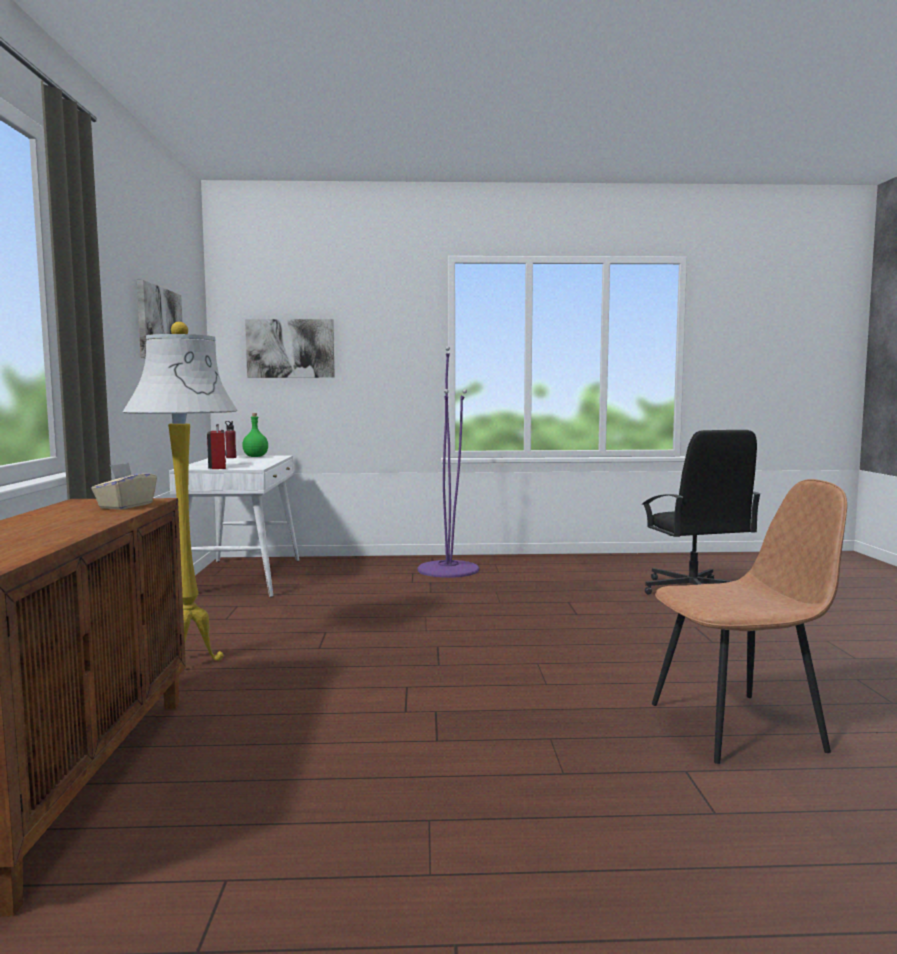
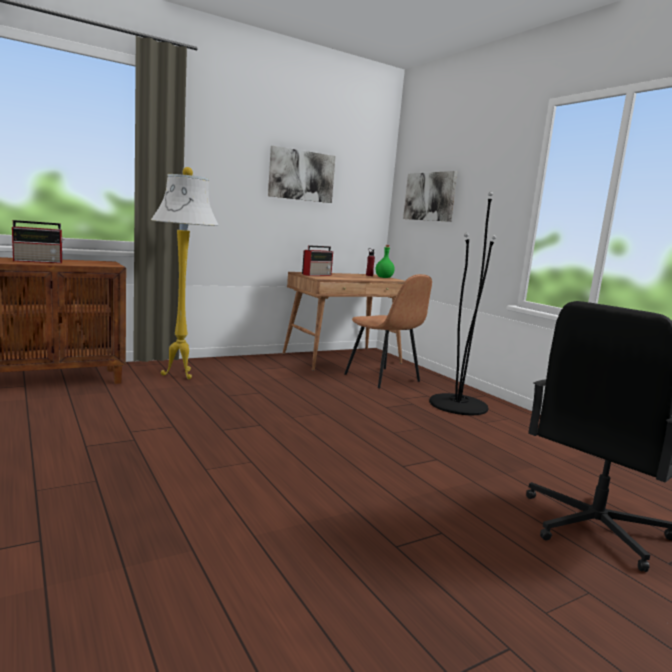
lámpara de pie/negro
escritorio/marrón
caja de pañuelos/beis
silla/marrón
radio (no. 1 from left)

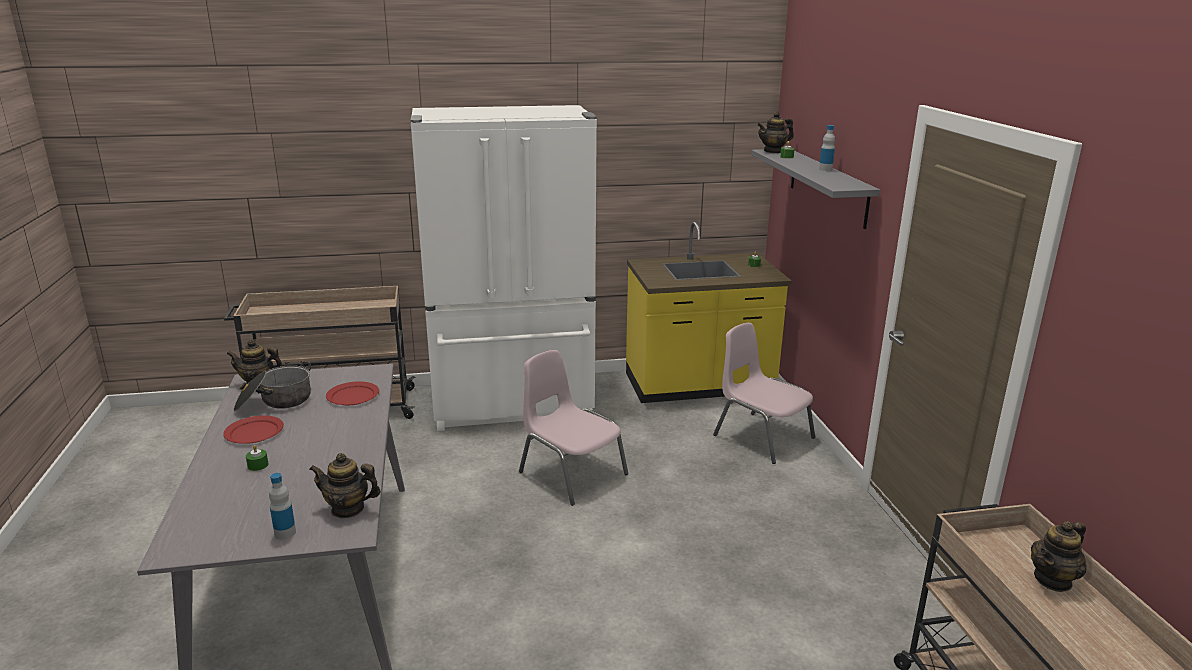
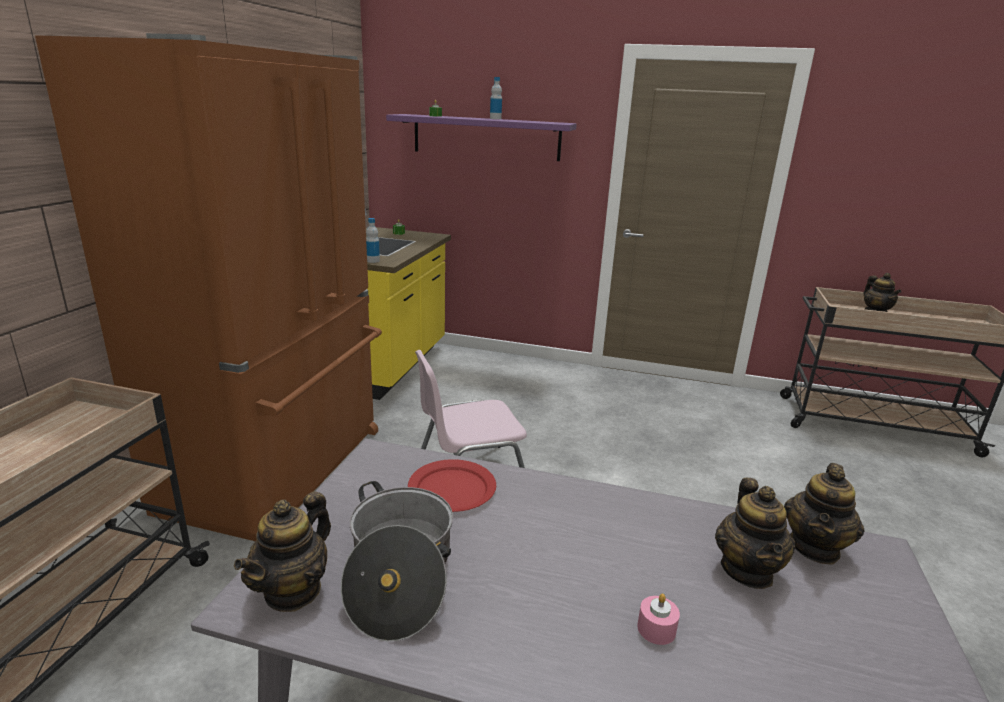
nevera/marrón
tetera (no. 2 from left)
estante/morado
silla/rosa (no. 2 from left in the first image)
plato/rojo (no. 1 from left in the first image)
vela/rosa
botella (no. 1 from left)

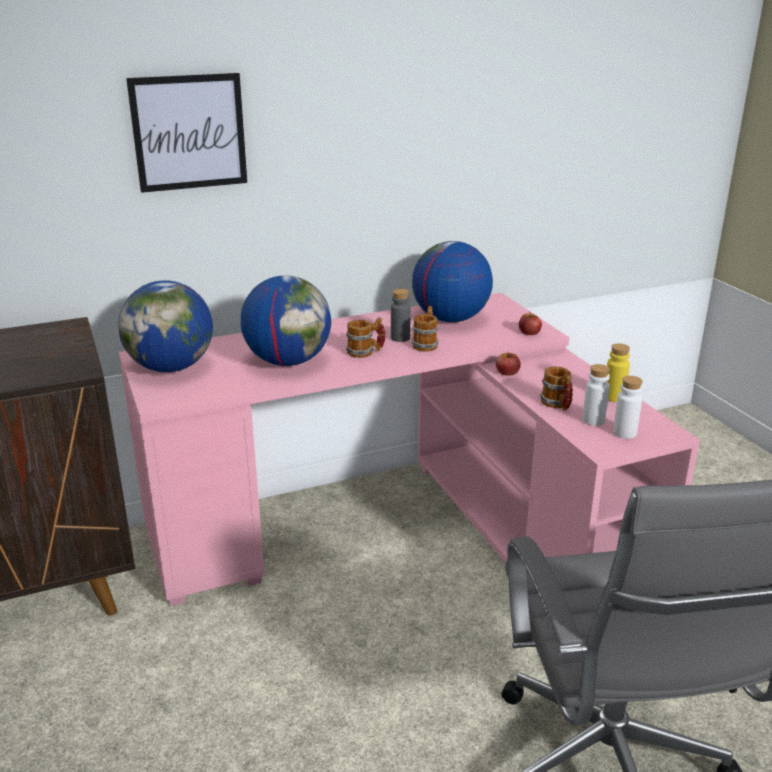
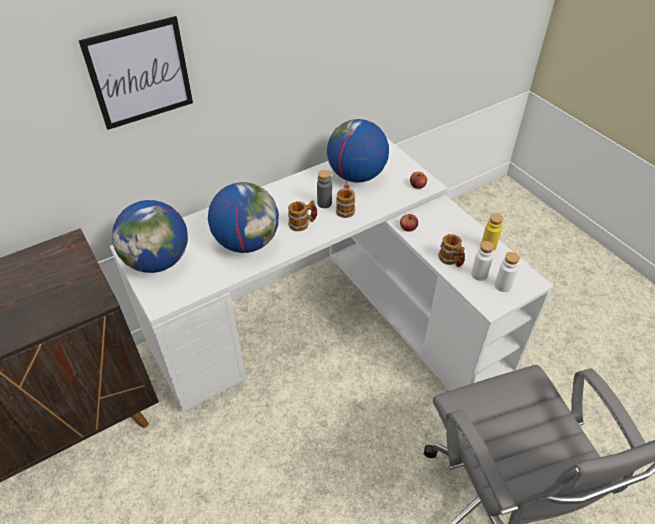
escritorio/blanco

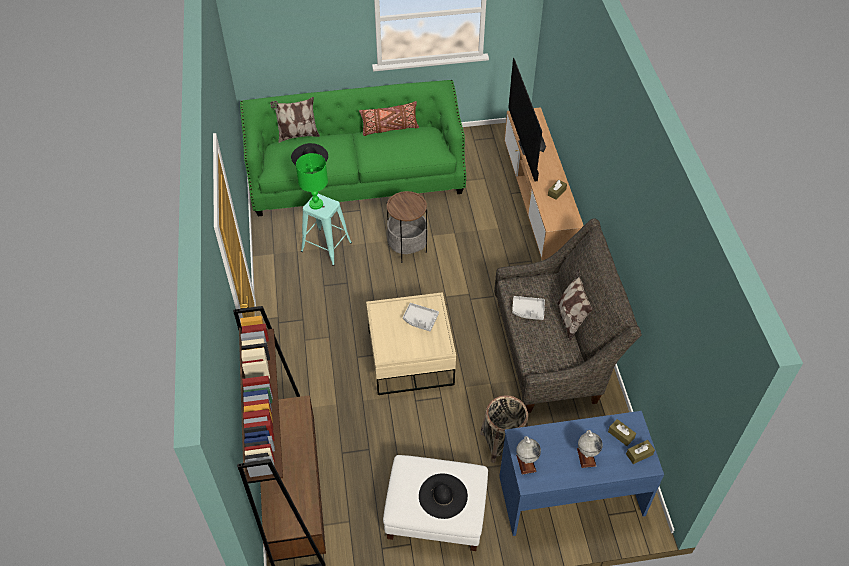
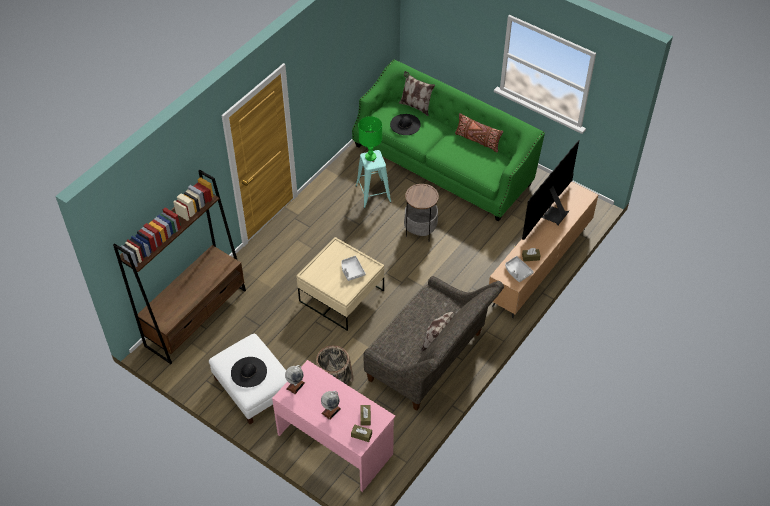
bandeja/gris (no. 2 from left)
escritorio/rosa

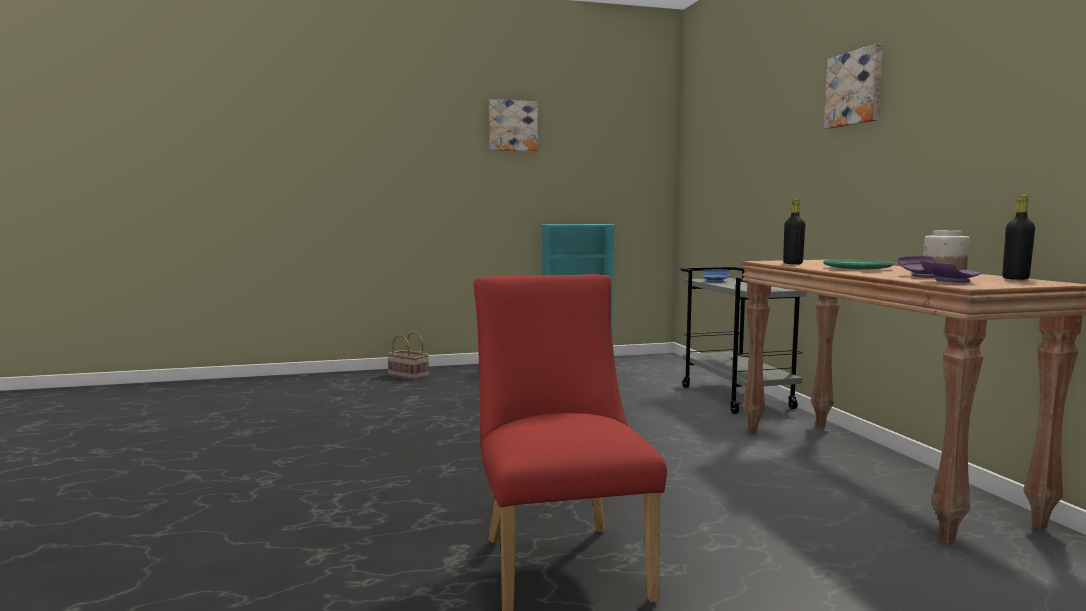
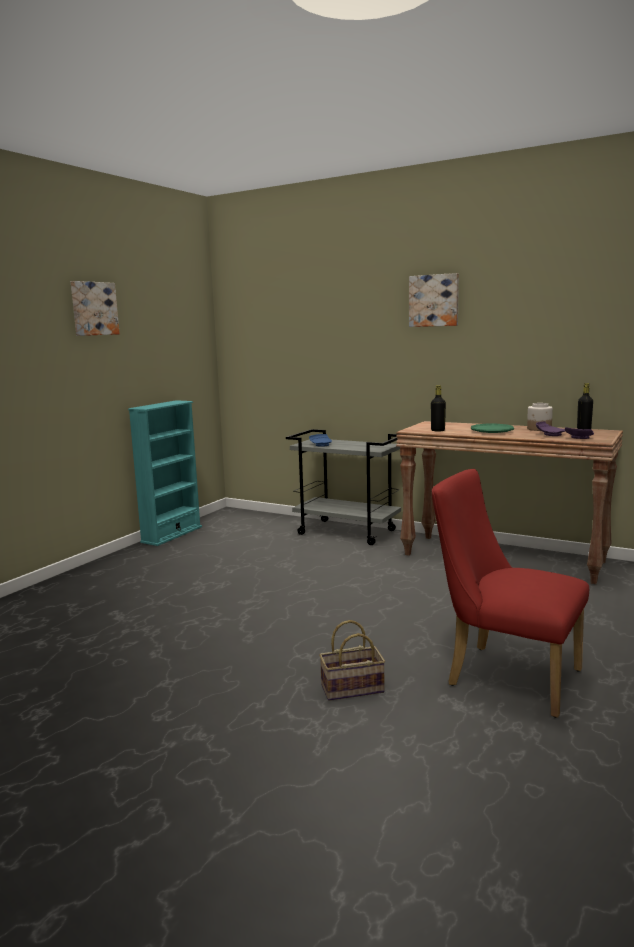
cesta

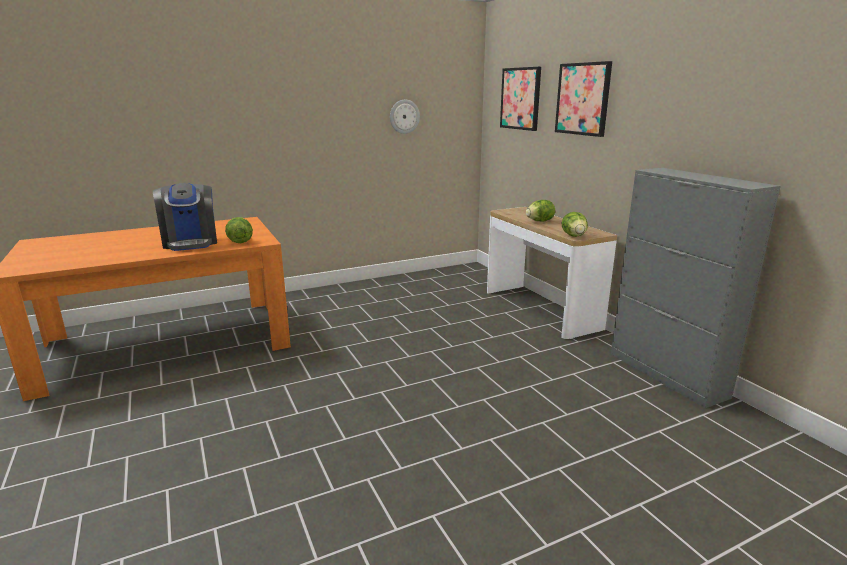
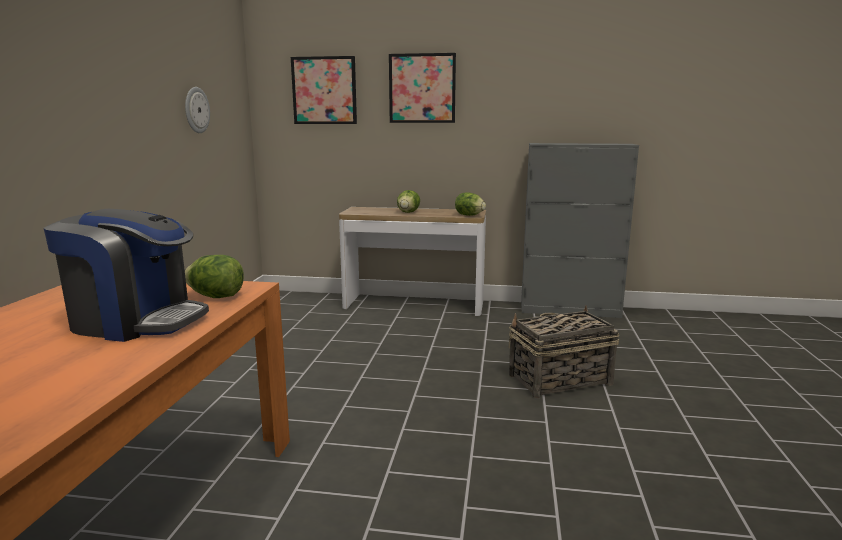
cesta

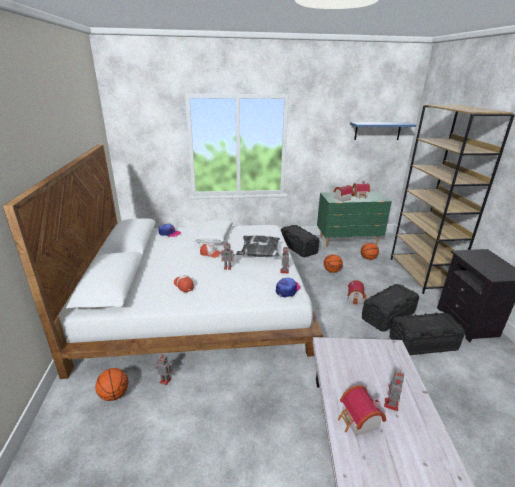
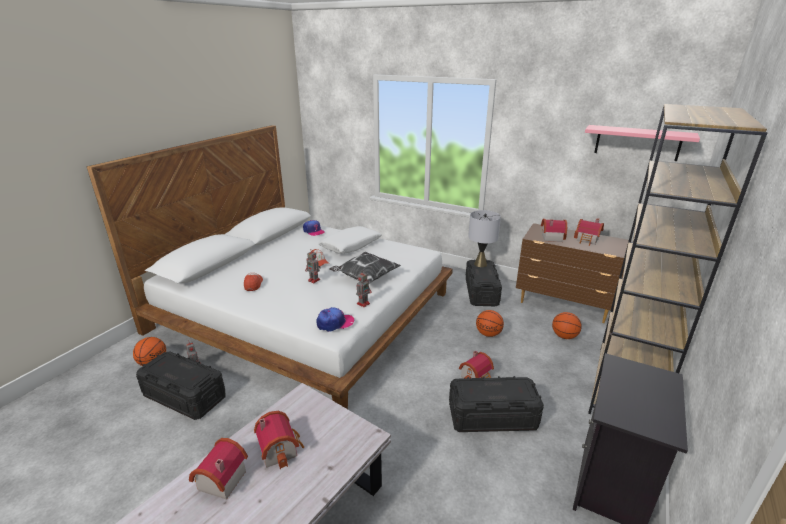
estante/rosa
cómoda/marrón
caja de almacenaje/negro (no. 1 from left)
robot de juguete (no. 4 from left in the first image)
lámpara de mesa/gris
casita (no. 2 from left)

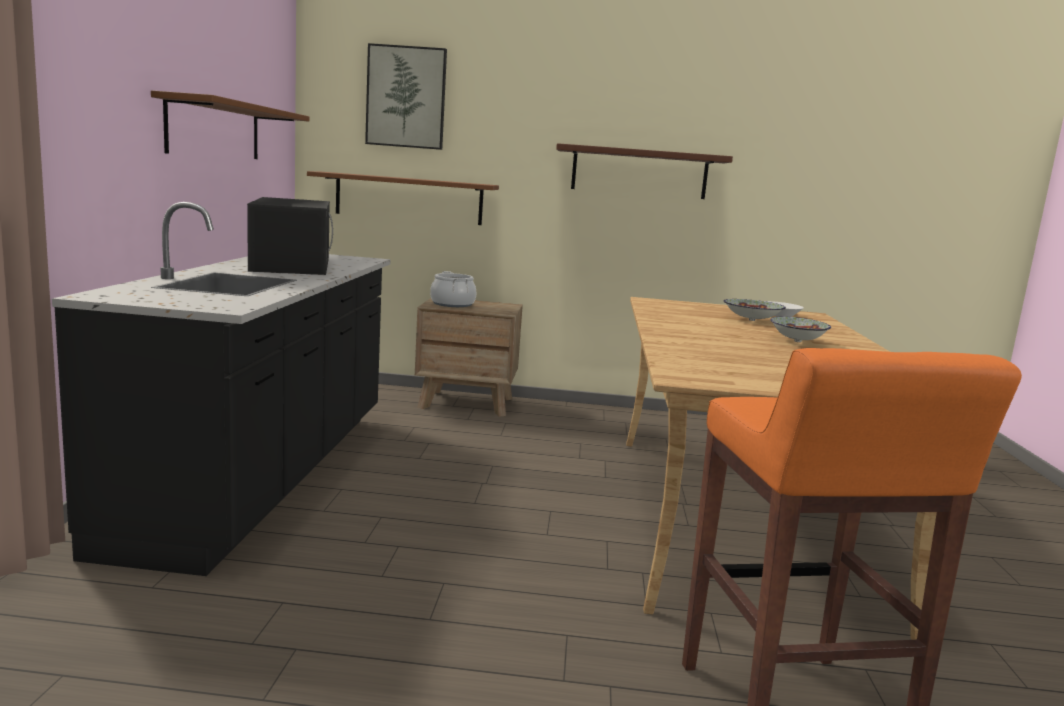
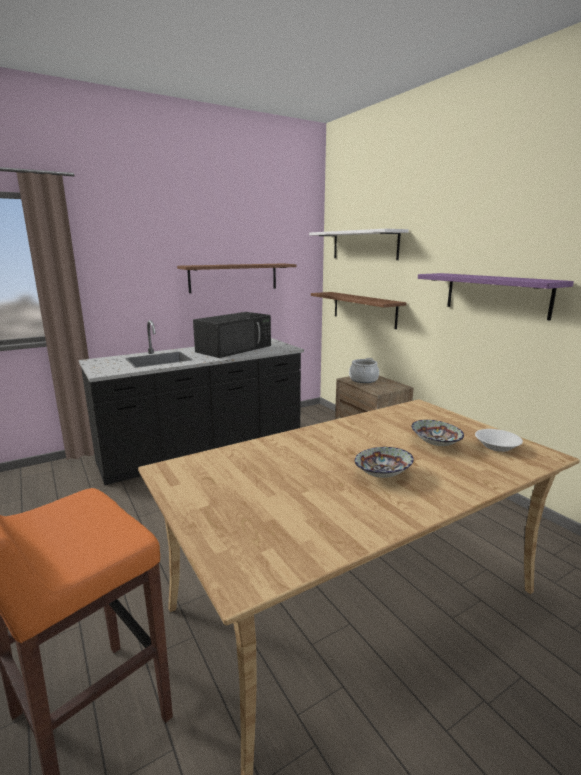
estante/blanco
estante/morado

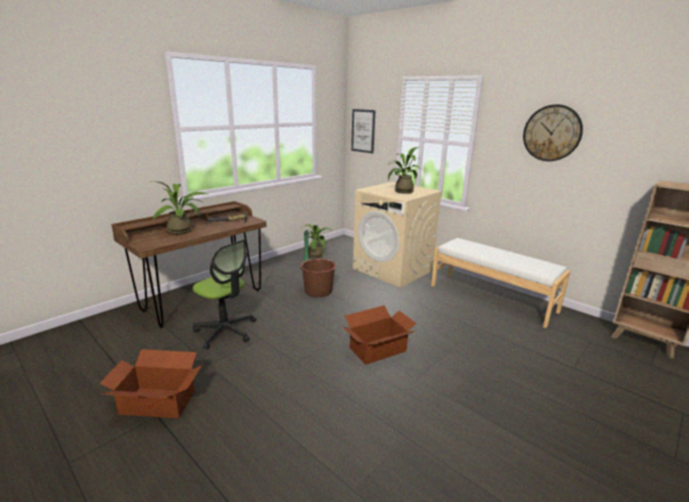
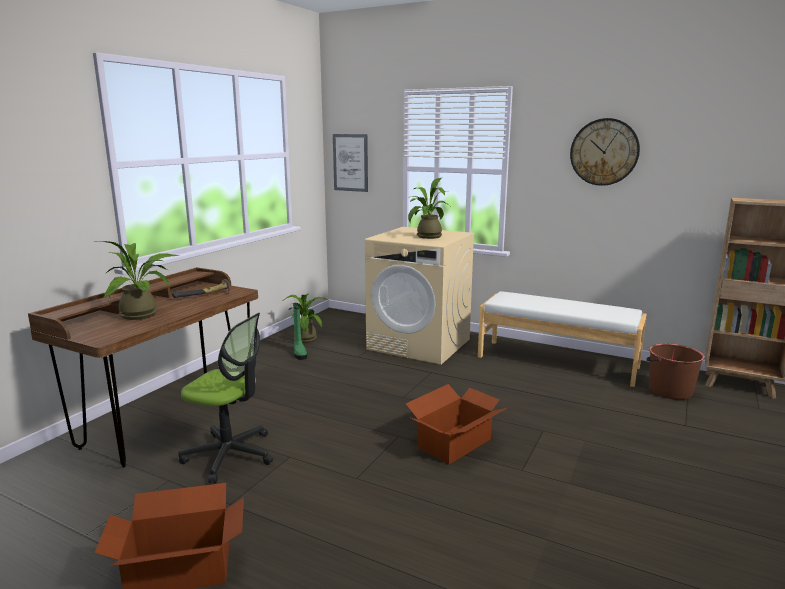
cubo/marrón

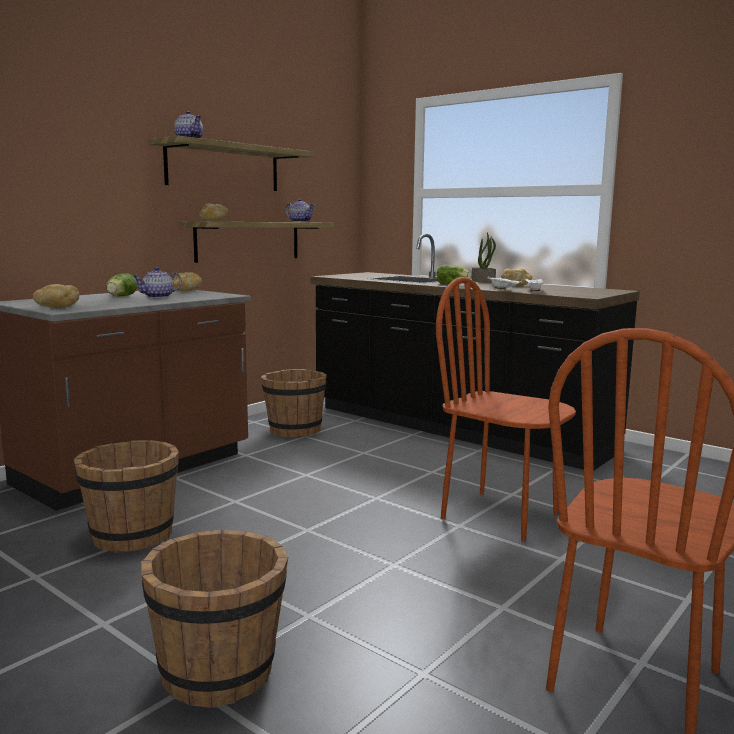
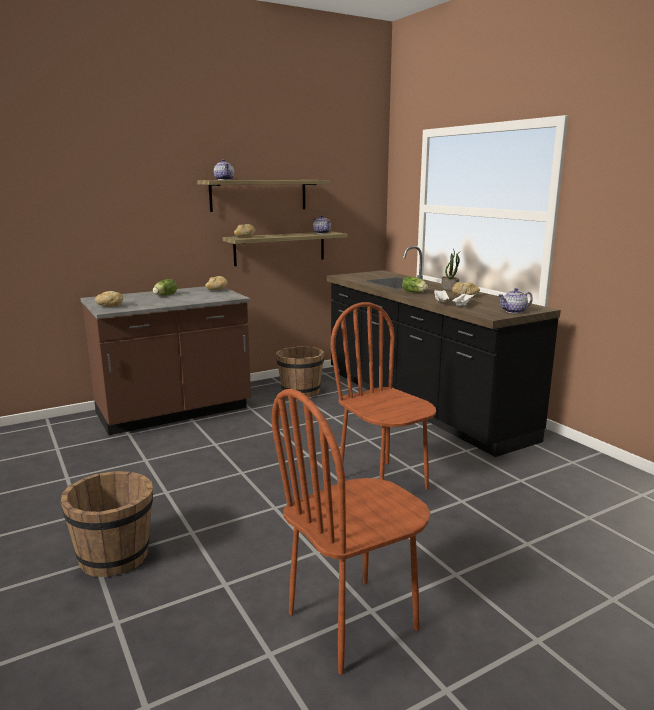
tetera (no. 3 from left)
cubo/marrón (no. 1 from left in the first image)

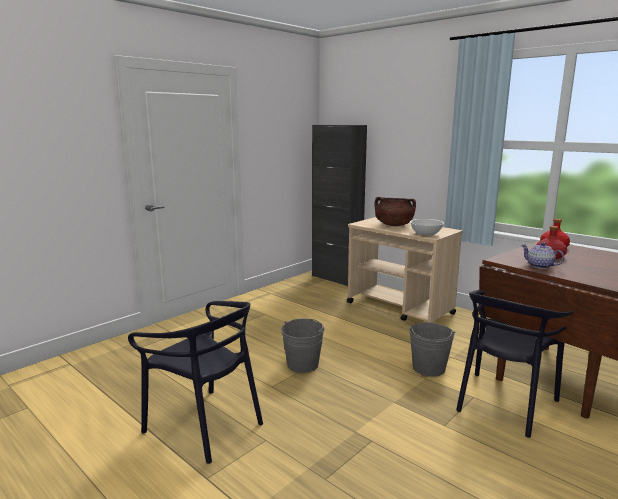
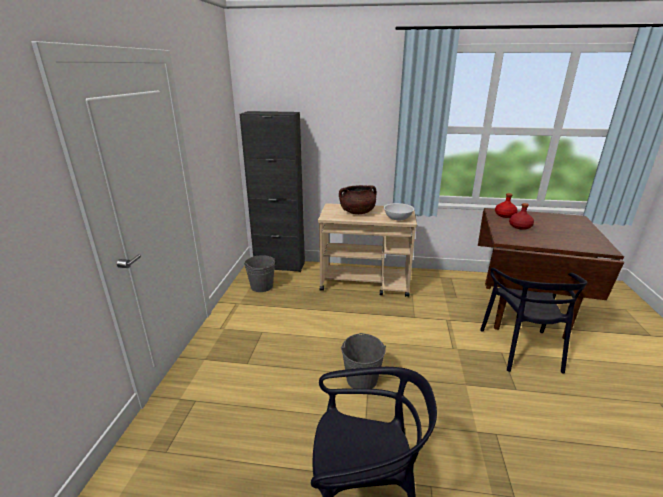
tetera
cubo/gris (no. 1 from left)

